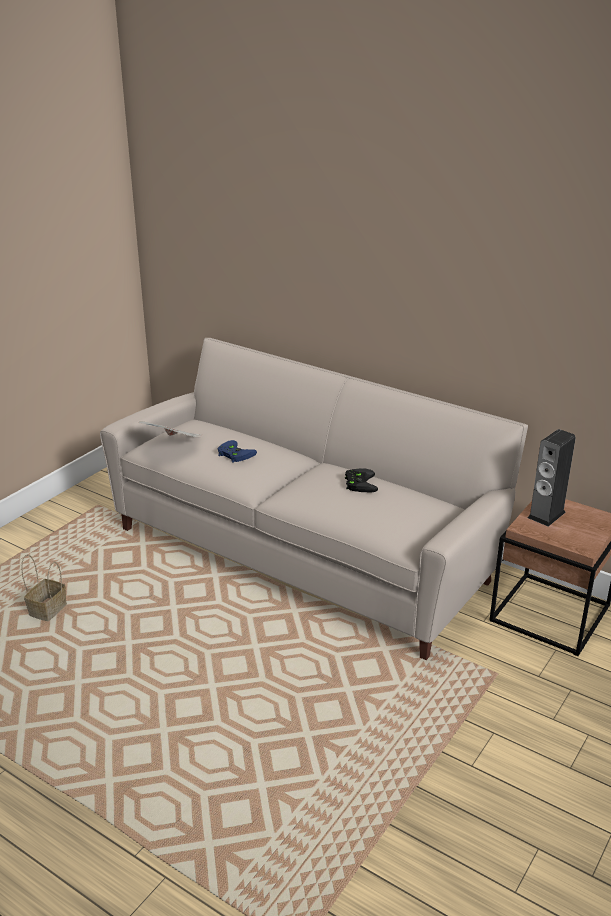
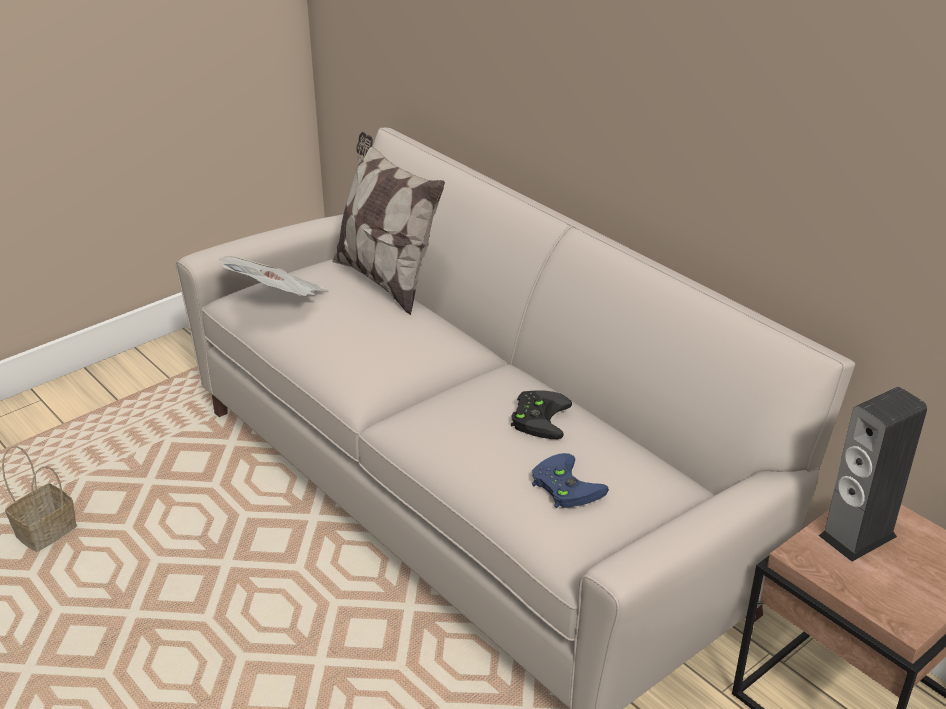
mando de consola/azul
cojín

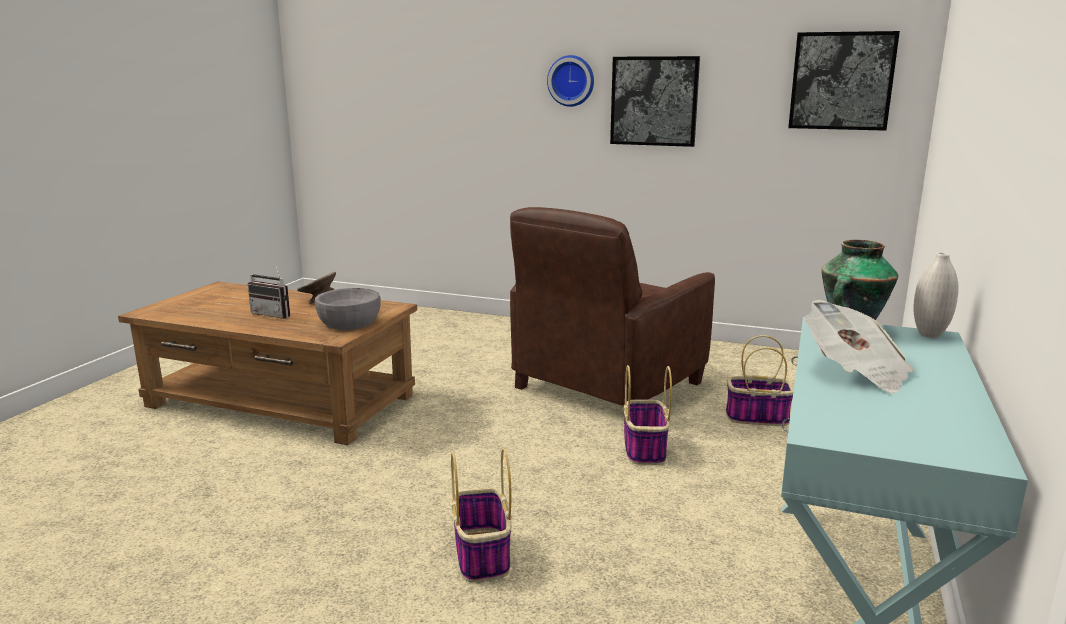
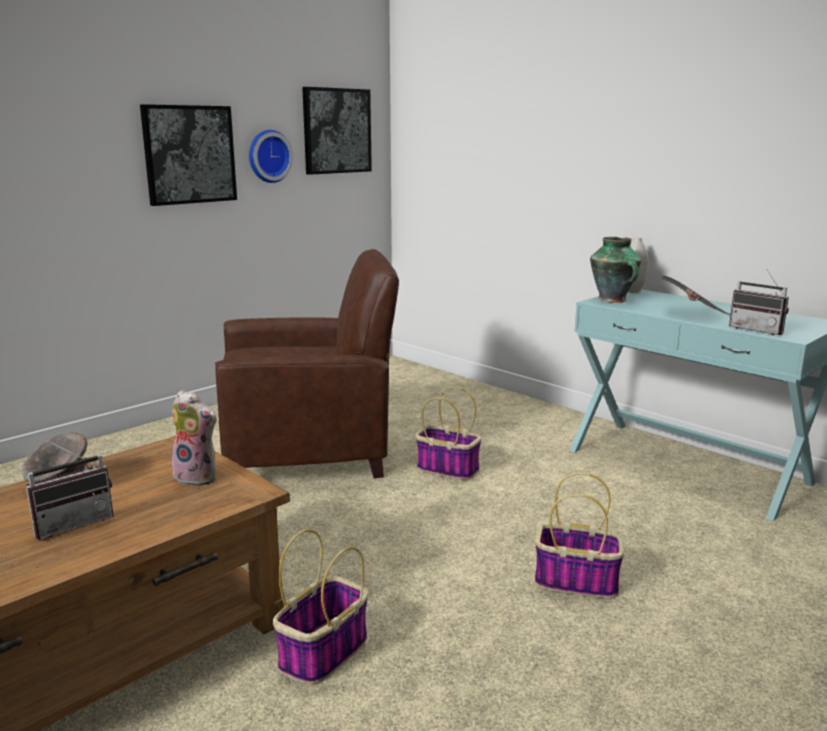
reloj de pared
sillón/marrón
peluche
cesta (no. 1 from left)
radio (no. 2 from left)

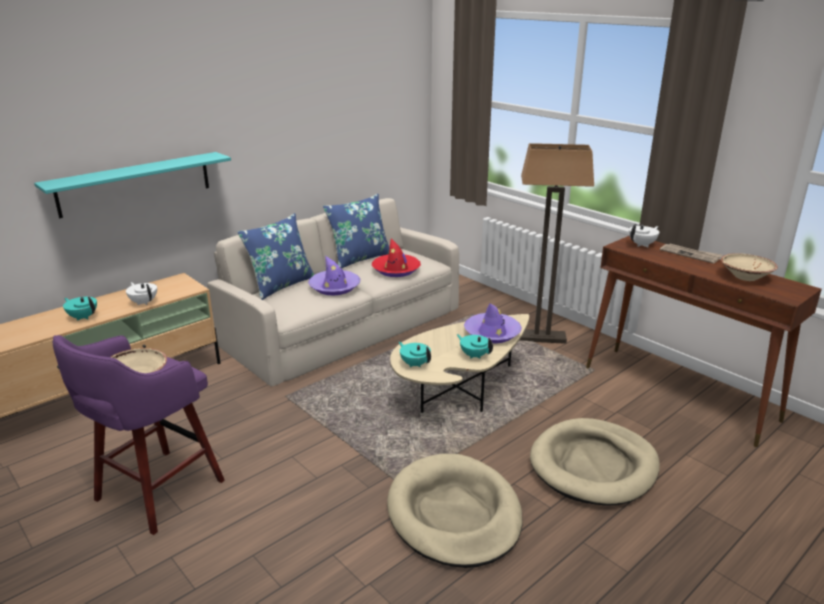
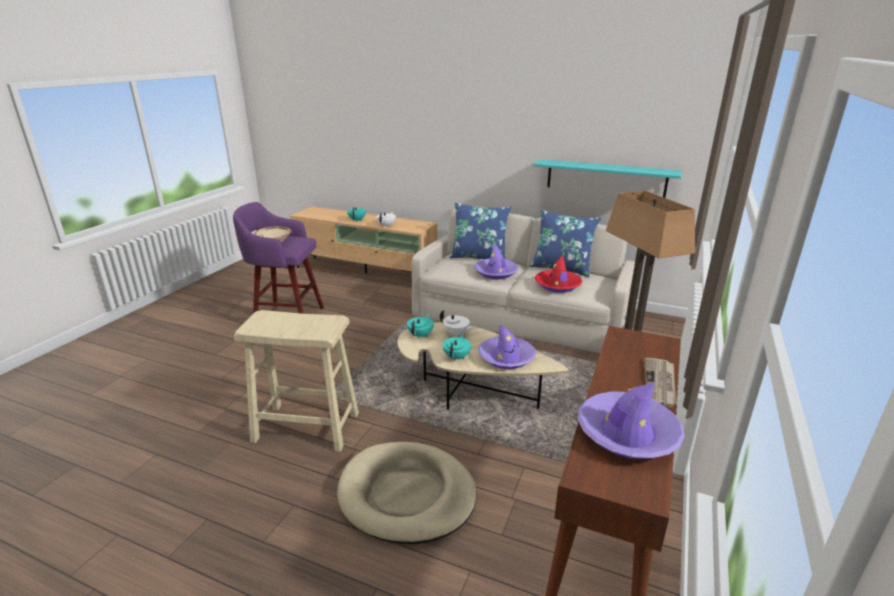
estante/turquesa
tetera/blanco (no. 2 from left)
sombrero/morado (no. 3 from left)
taburete/beis

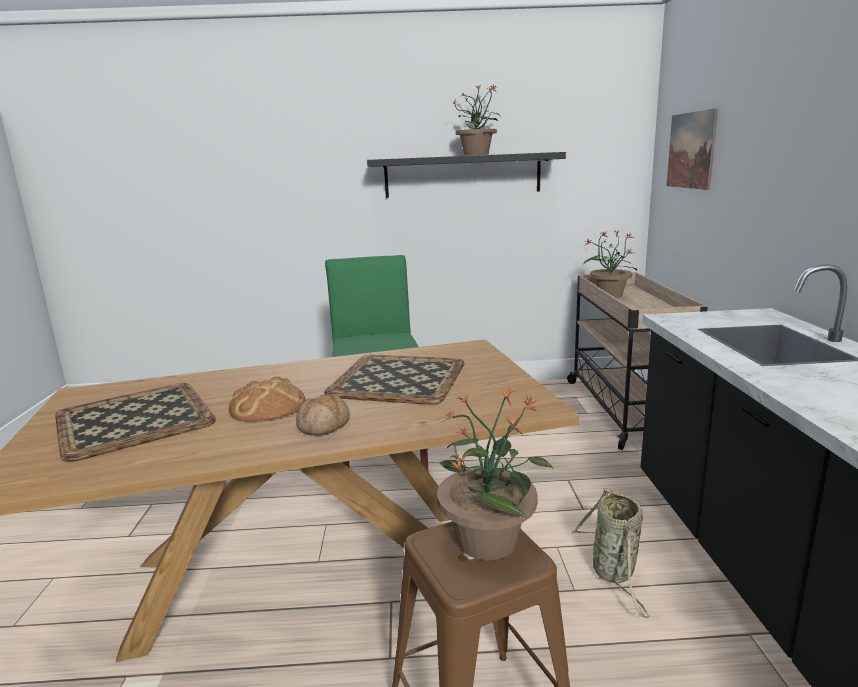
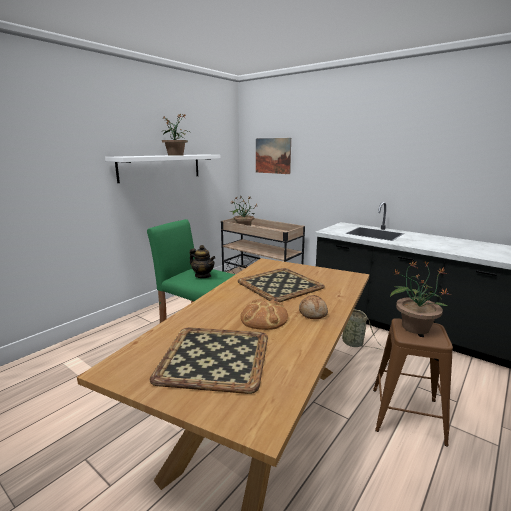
estante/blanco
tetera

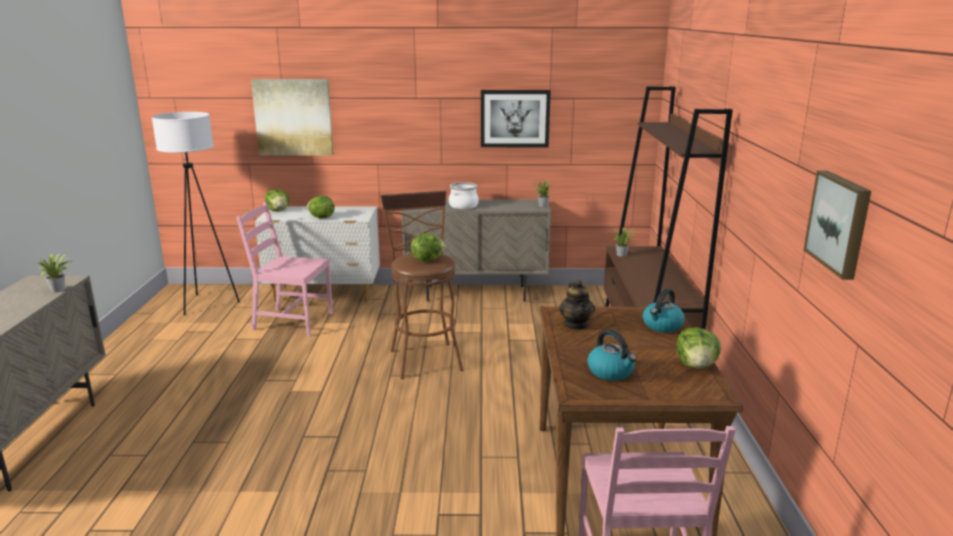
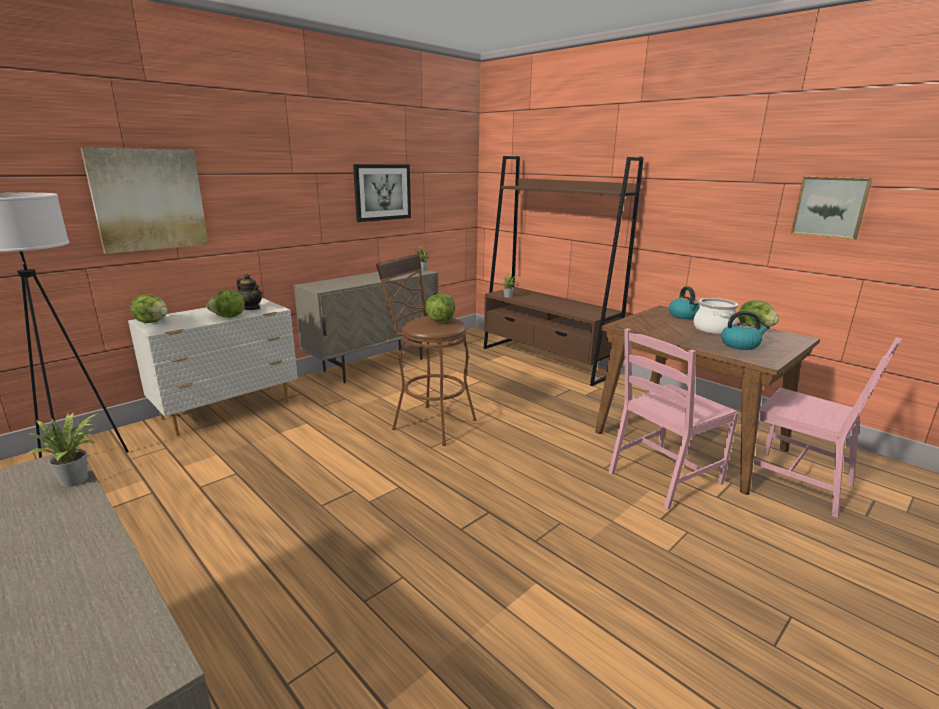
olla
silla/rosa (no. 1 from left)
tetera

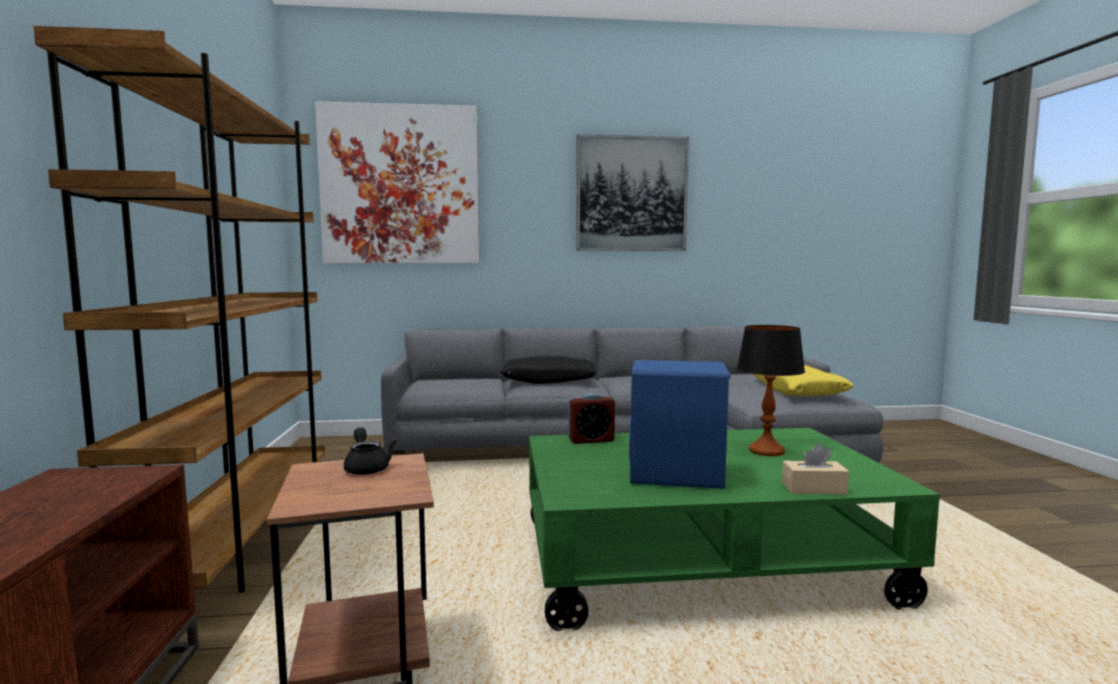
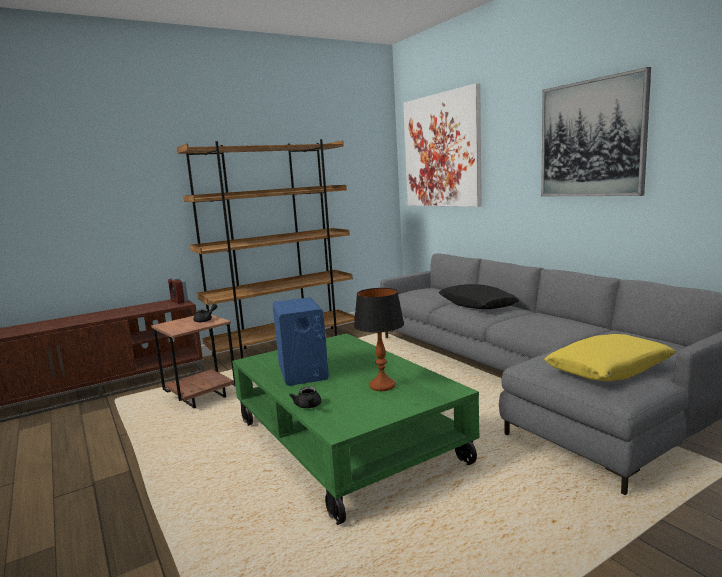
despertador
tetera/negro (no. 2 from left)

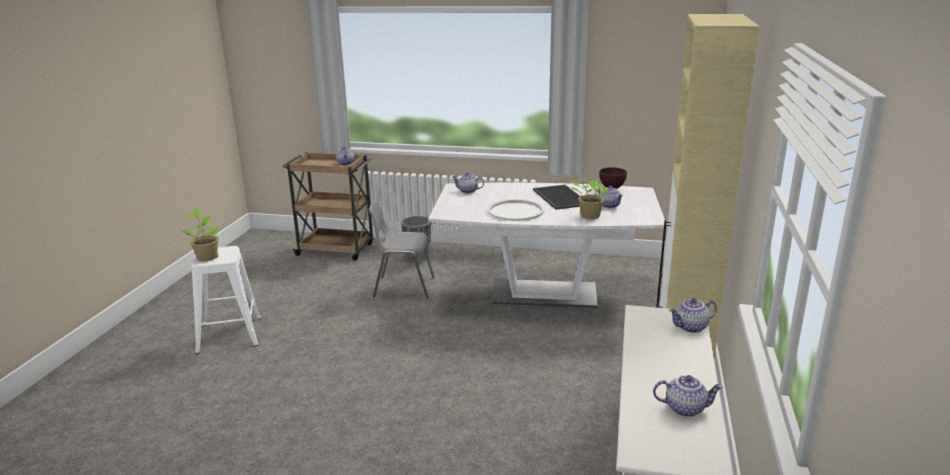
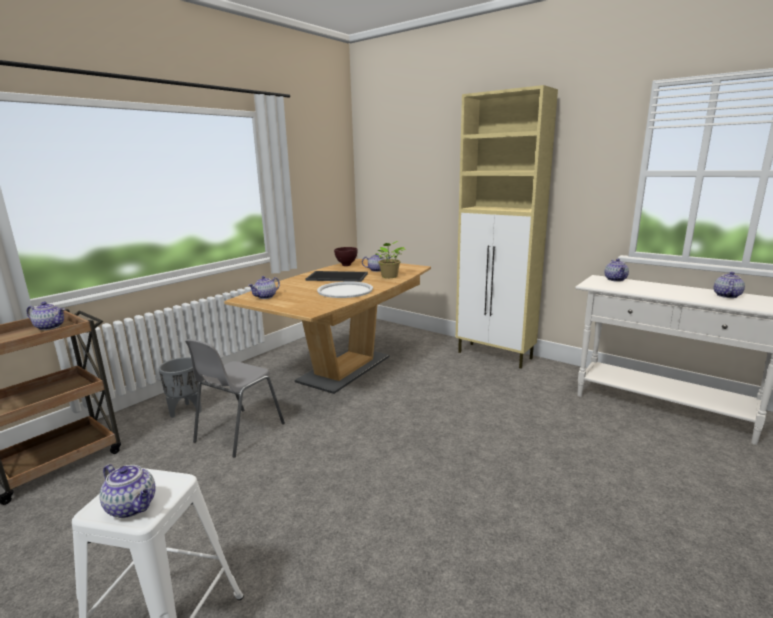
mesa de comedor/marrón
tetera (no. 2 from left)

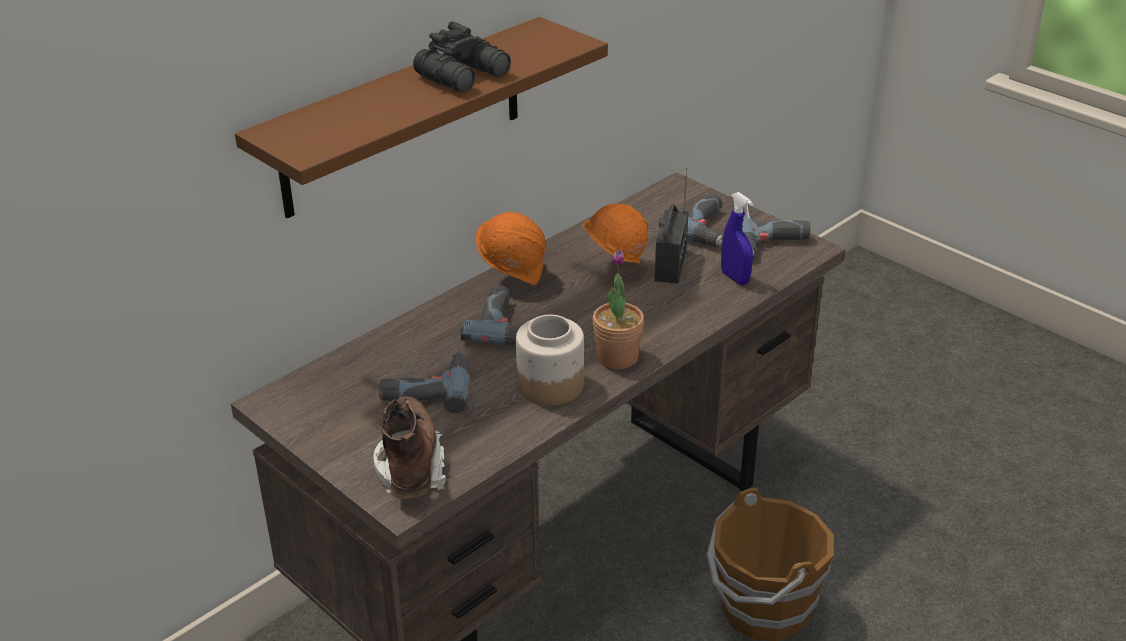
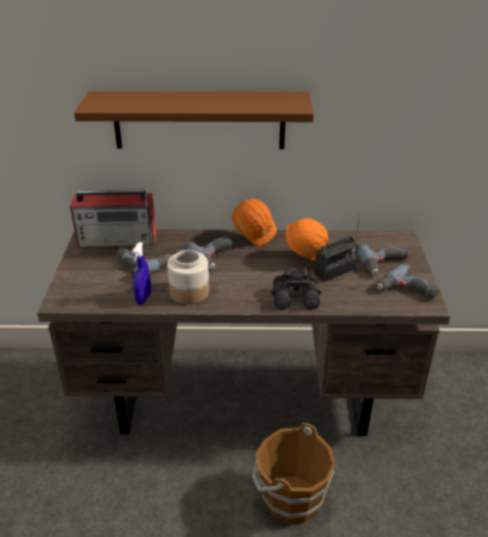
prismáticos/negro
pulverizador/azul
planta en maceta
bota/marrón
radio (no. 1 from left)

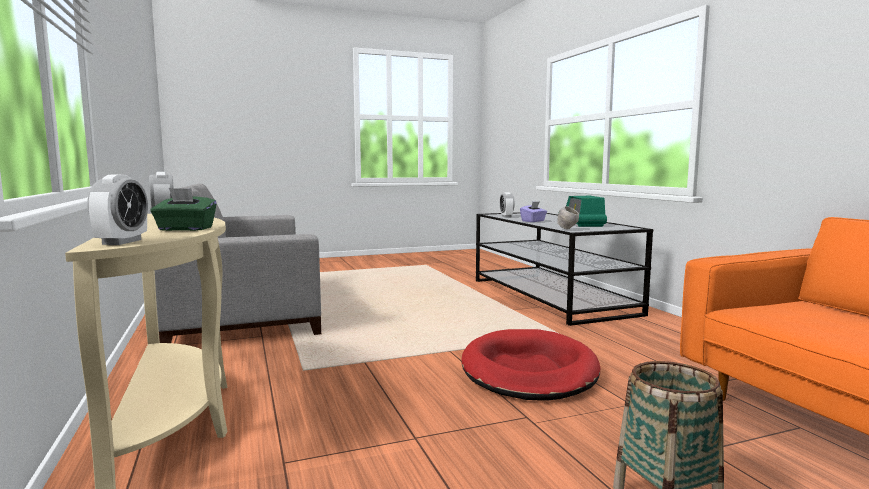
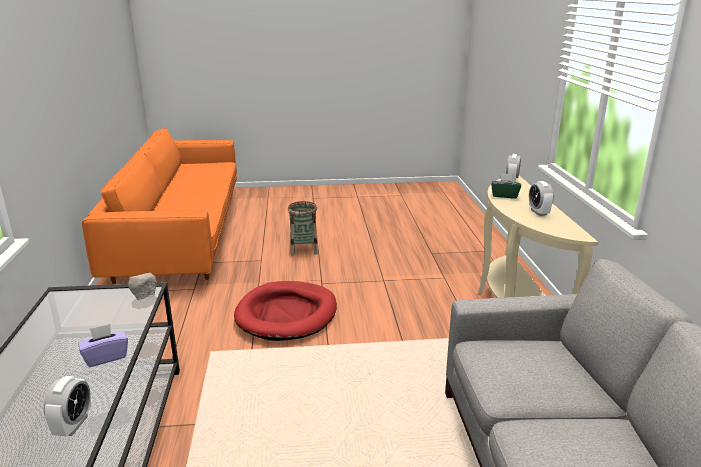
radio

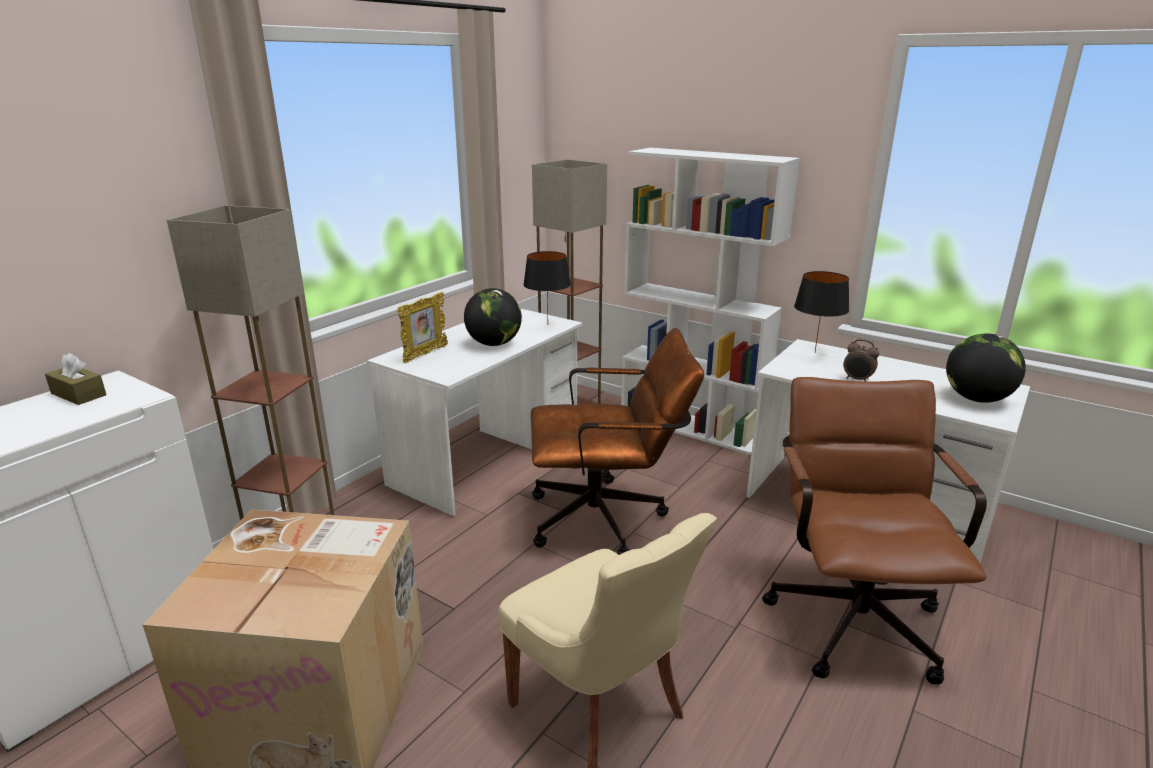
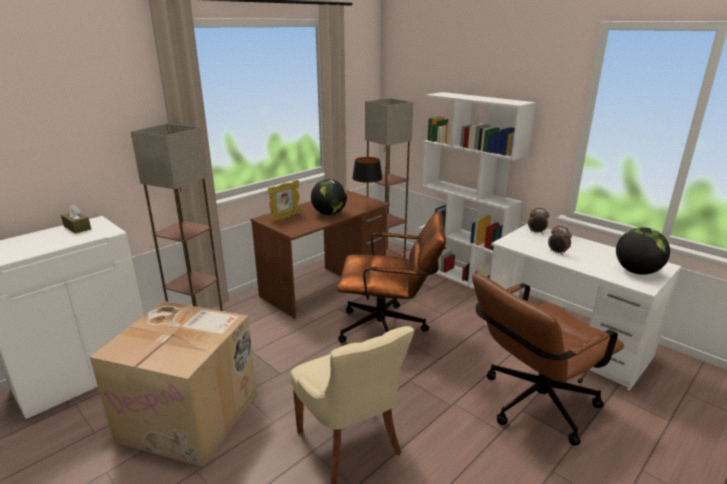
despertador (no. 1 from left)
escritorio/marrón
silla de oficina/marrón (no. 2 from left)

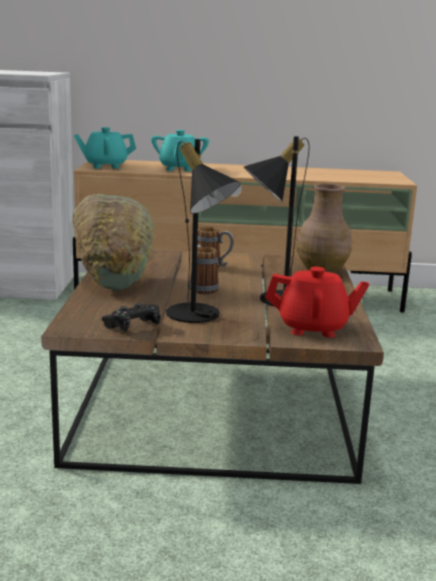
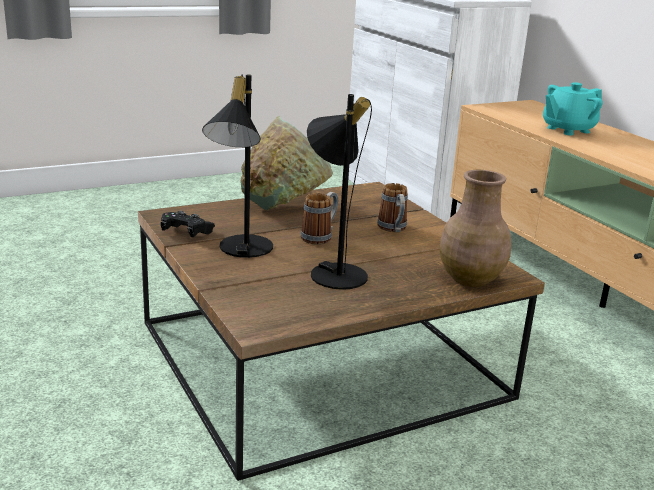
tetera/turquesa (no. 1 from left in the first image)
tetera/rojo

